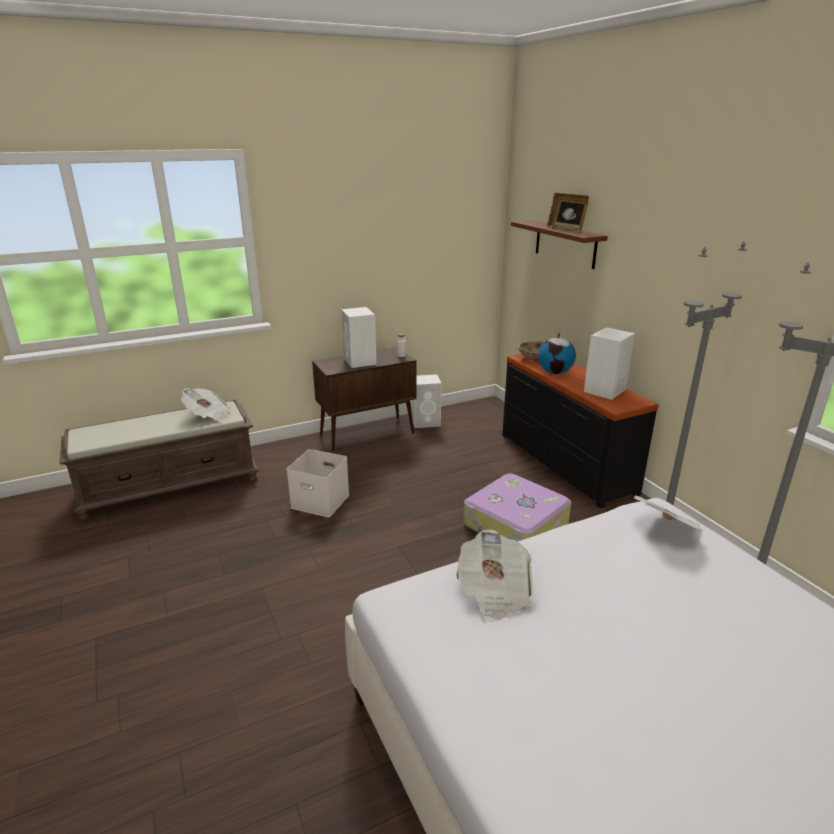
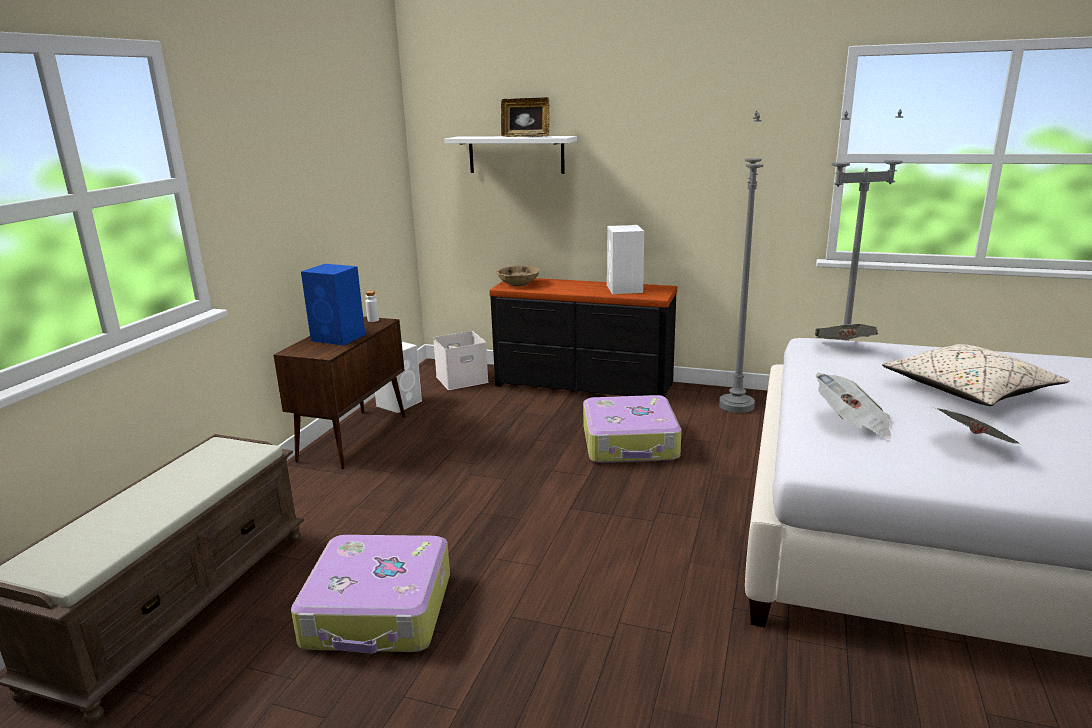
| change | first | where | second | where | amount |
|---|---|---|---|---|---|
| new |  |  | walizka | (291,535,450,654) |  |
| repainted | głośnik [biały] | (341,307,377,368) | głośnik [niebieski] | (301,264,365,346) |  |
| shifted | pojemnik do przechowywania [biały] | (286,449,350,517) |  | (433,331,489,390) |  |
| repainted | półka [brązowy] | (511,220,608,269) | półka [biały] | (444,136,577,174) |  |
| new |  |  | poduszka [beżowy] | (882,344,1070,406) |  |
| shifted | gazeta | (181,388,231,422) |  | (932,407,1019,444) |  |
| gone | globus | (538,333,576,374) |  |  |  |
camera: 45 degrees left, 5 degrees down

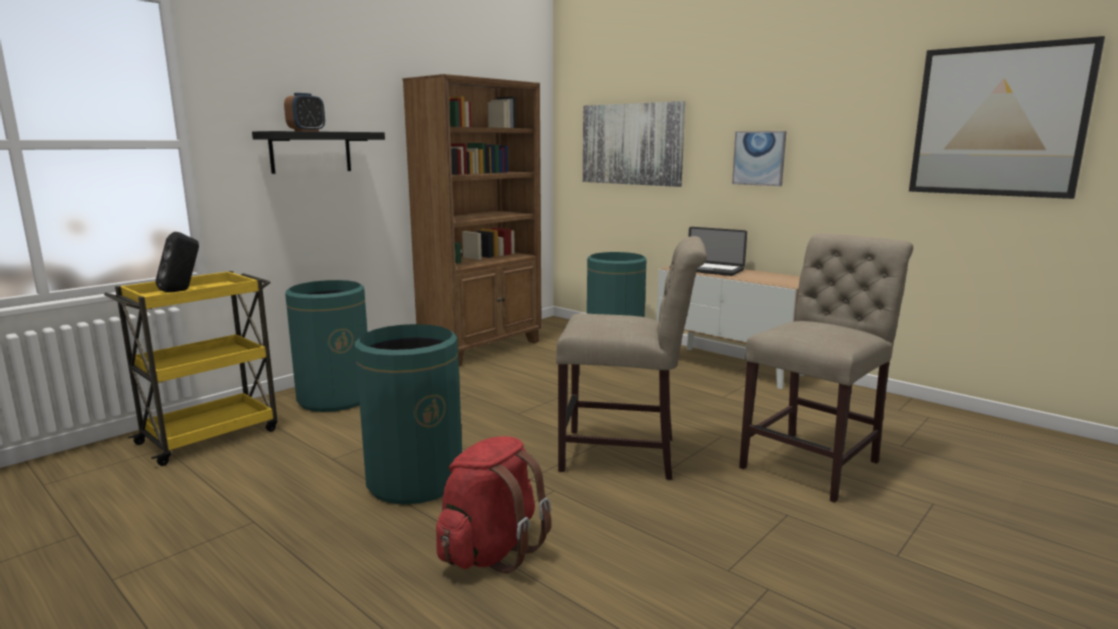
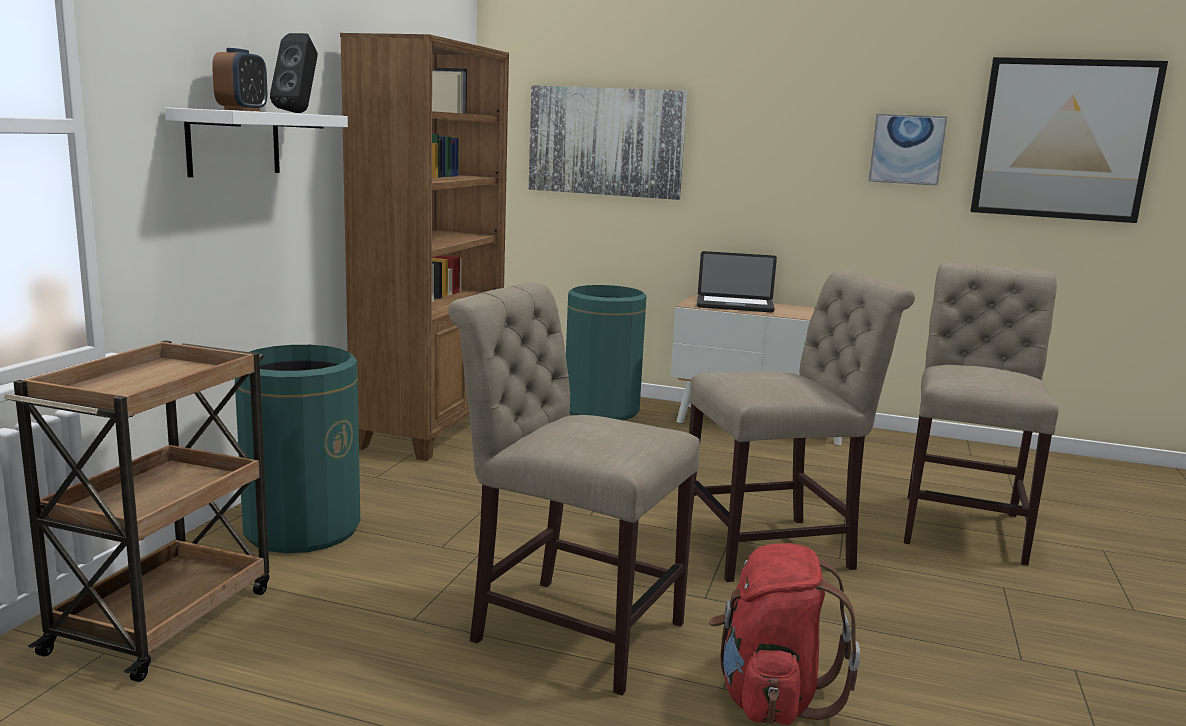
| change | first | where | second | where | amount |
|---|---|---|---|---|---|
| repainted | wózek [żółty] | (104,271,278,466) | wózek [brązowy] | (3,340,269,682) |  |
| repainted | półka [czarny] | (252,131,385,174) | półka [biały] | (165,107,348,177) |  |
| shifted | głośnik [czarny] | (156,232,199,292) |  | (270,33,318,113) |  |
| swapped | kosz na śmieci [zielony] | (355,324,462,504) | krzesło [beżowy] | (448,282,700,695) |  |
| shifted | obraz | (732,131,787,186) |  | (869,114,947,186) |  |
camera: 25 degrees left, 0 degrees up

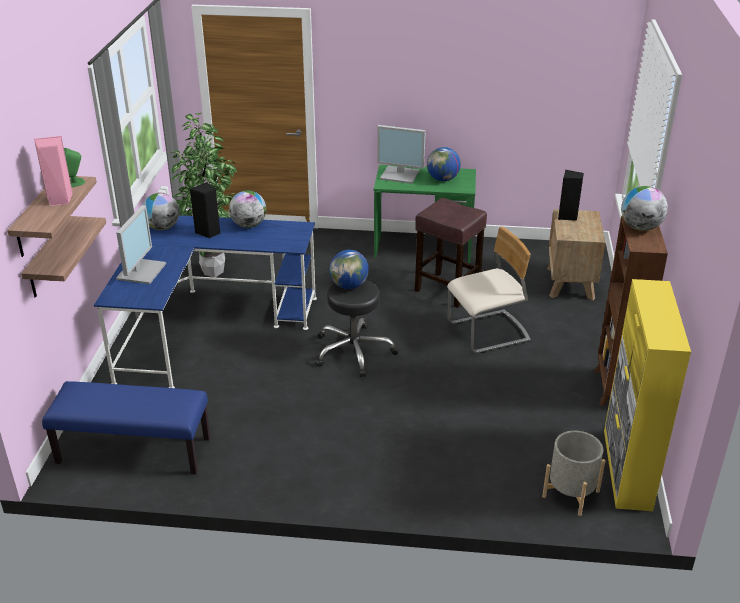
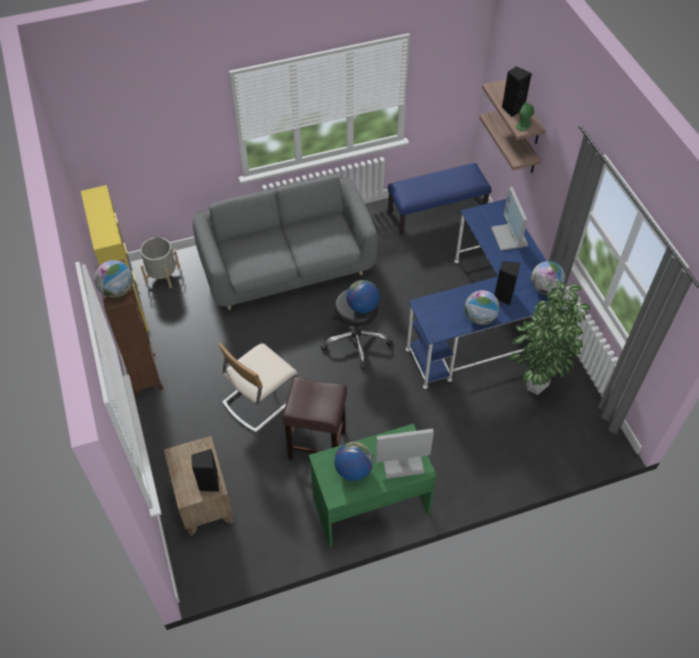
| change | first | where | second | where | amount |
|---|---|---|---|---|---|
| new |  |  | kanapa [szary] | (193,174,378,310) |  |
| repainted | głośnik [różowy] | (34,136,73,206) | głośnik [czarny] | (502,66,532,117) |  |
camera: 155 degrees right, 20 degrees up

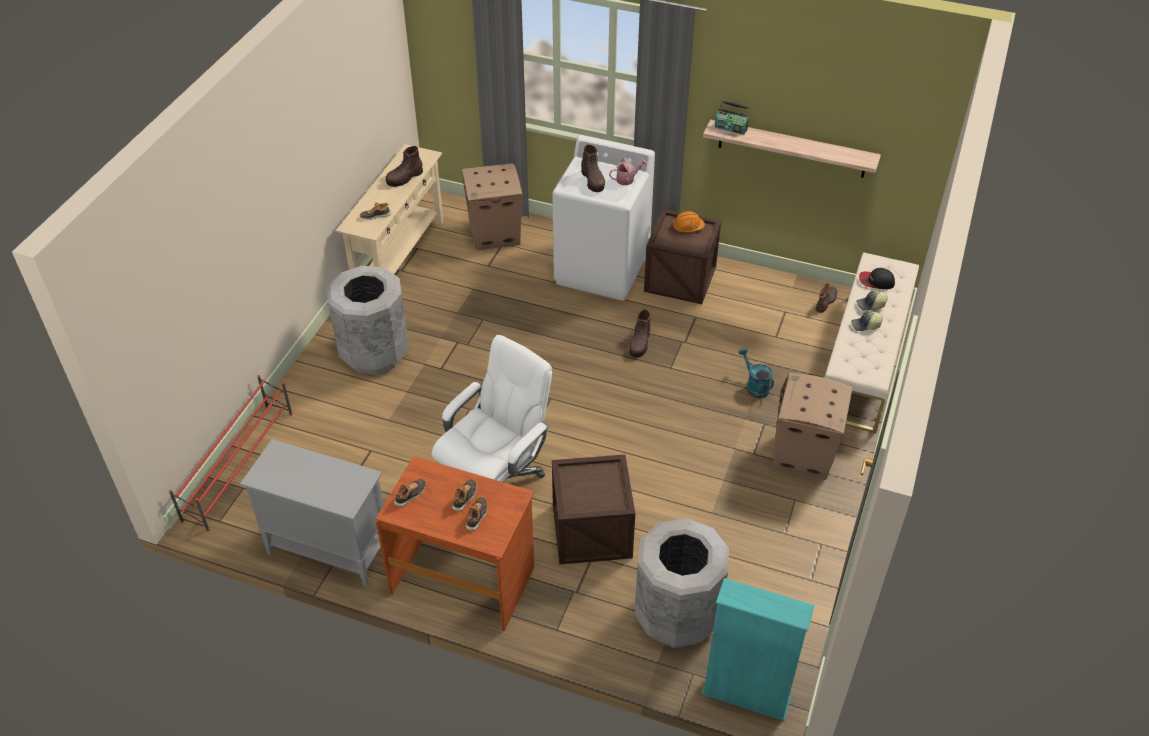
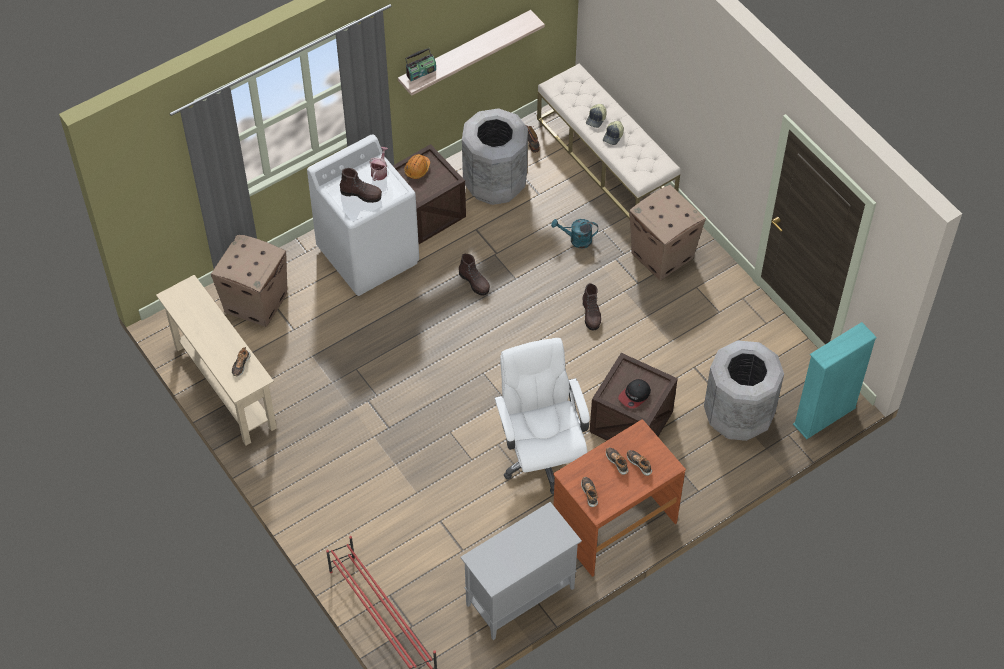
| change | first | where | second | where | amount |
|---|---|---|---|---|---|
| shifted | kosz na śmieci [szary] | (327,266,409,374) |  | (462,108,528,205) |  |
| shifted | but z cholewką [brązowy] | (386,146,423,187) |  | (582,283,601,330) |  |
| shifted | czapka z daszkiem | (859,268,895,289) |  | (618,379,651,408) |  |
camera: 55 degrees left, 10 degrees up

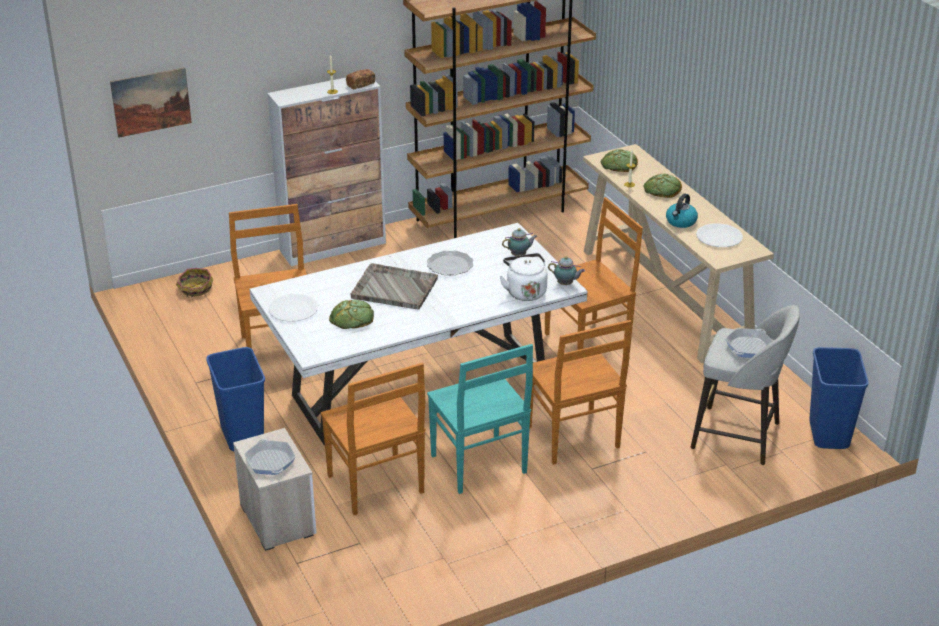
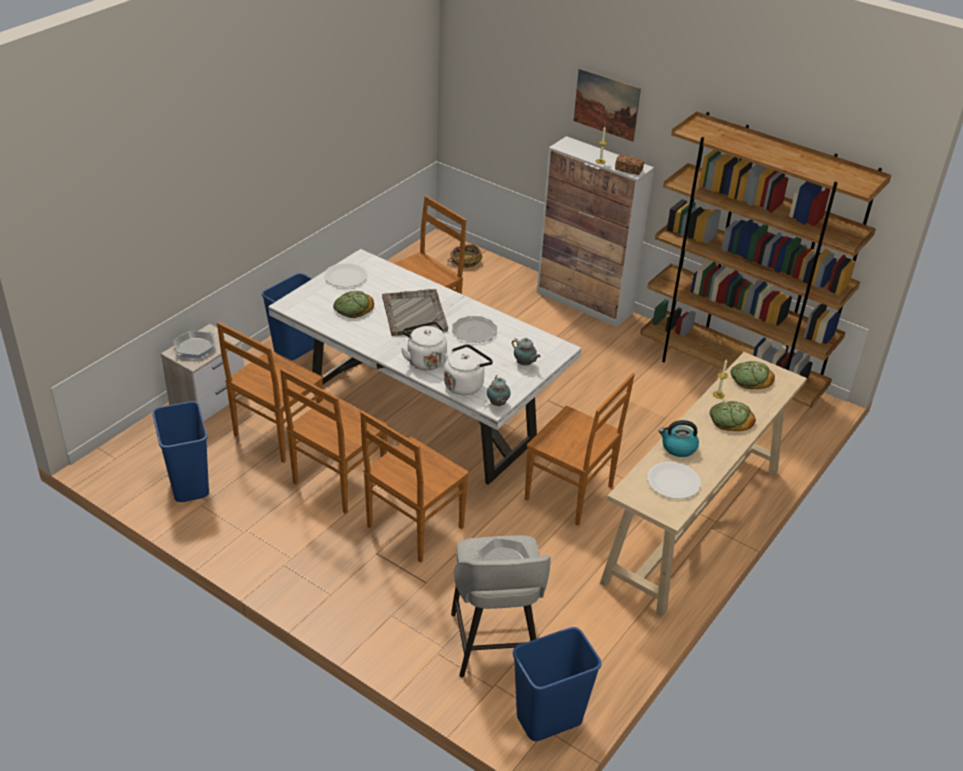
| change | first | where | second | where | amount |
|---|---|---|---|---|---|
| new |  |  | kosz na śmieci [niebieski] | (152,401,209,502) |  |
| repainted | krzesło [turkusowy] | (427,344,533,494) | krzesło [brązowy] | (280,368,388,514) |  |
| new |  |  | czajnik [biały] | (401,321,447,370) |  |
| shifted | obraz | (110,67,192,138) |  | (574,68,641,142) |  |
camera: 60 degrees right, 5 degrees up

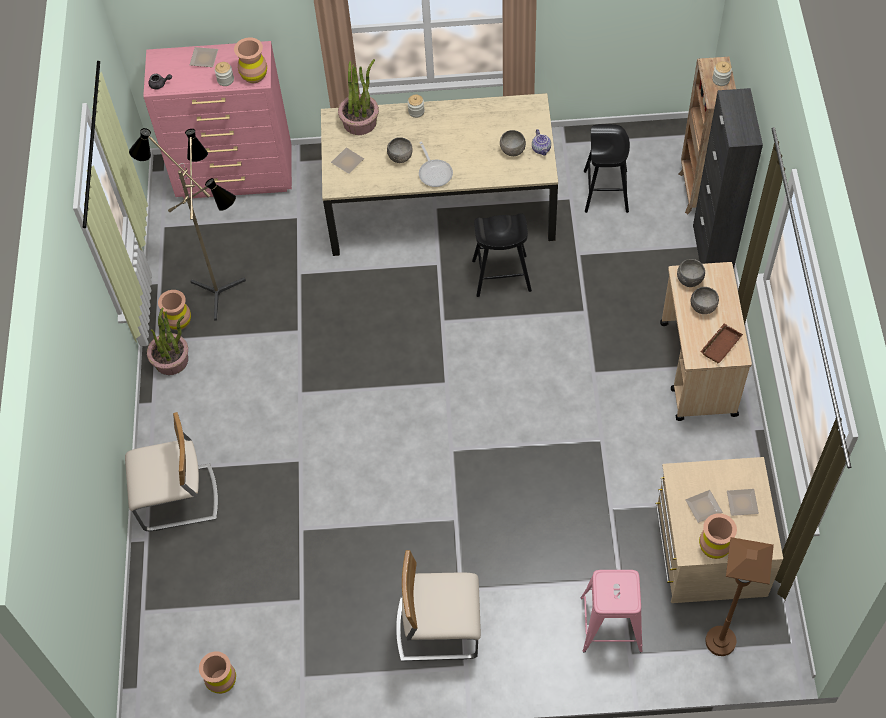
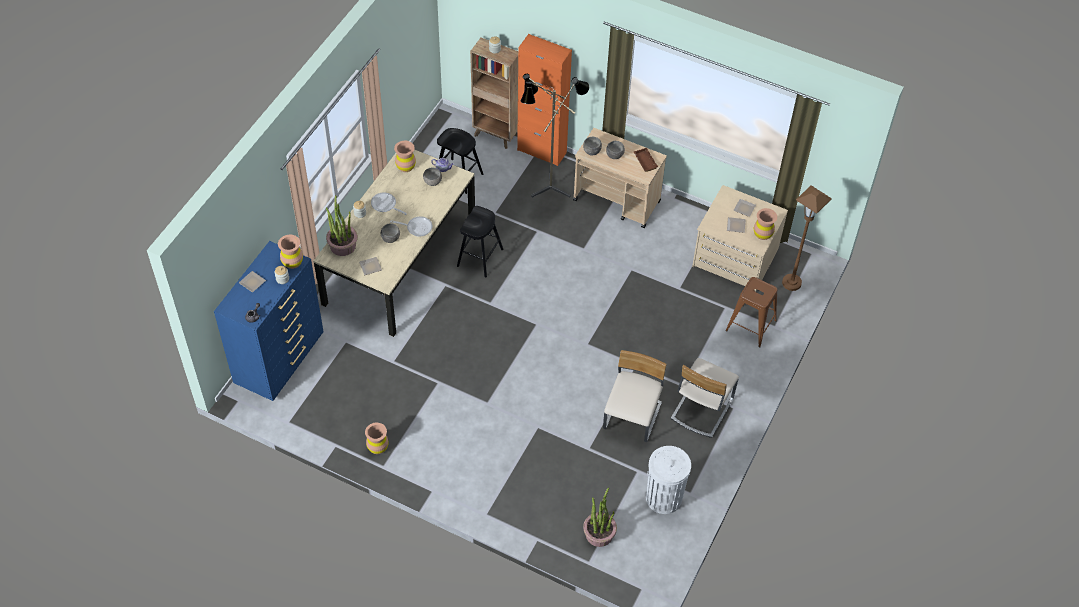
| change | first | where | second | where | amount |
|---|---|---|---|---|---|
| repainted | komoda [różowy] | (143,41,292,198) | komoda [niebieski] | (214,241,324,401) |  |
| new |  |  | patelnia | (371,192,407,215) |  |
| shifted | wazon [brązowy] | (199,651,236,694) |  | (394,141,416,172) |  |
| repainted | szafka [czarny] | (693,88,763,269) | szafka [pomarańczowy] | (517,34,572,166) |  |
| shifted | lampa stojąca | (129,128,246,321) |  | (521,74,590,198) |  |
| shifted | roślina doniczkowa | (147,307,188,375) |  | (583,487,617,547) |  |
| shifted | krzesło [beżowy] | (125,412,218,531) |  | (603,350,667,442) |  |
| new |  |  | kosz na śmieci [biały] | (646,446,691,514) |  |
| repainted | stołek [różowy] | (581,570,643,653) | stołek [brązowy] | (725,277,778,347) |  |
camera: 65 degrees left, 5 degrees down

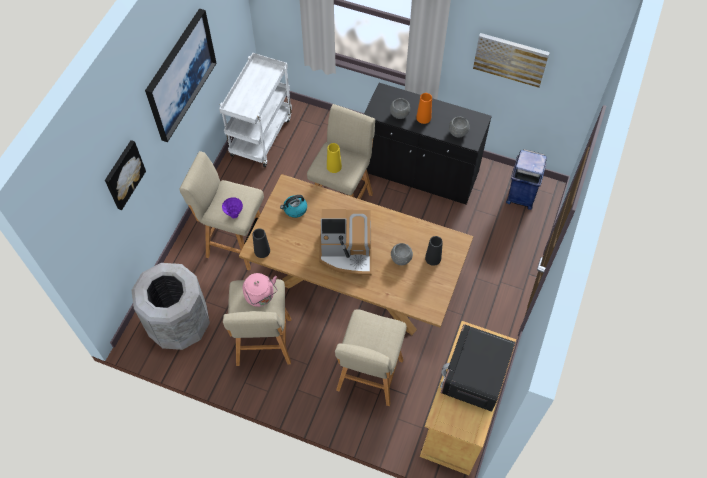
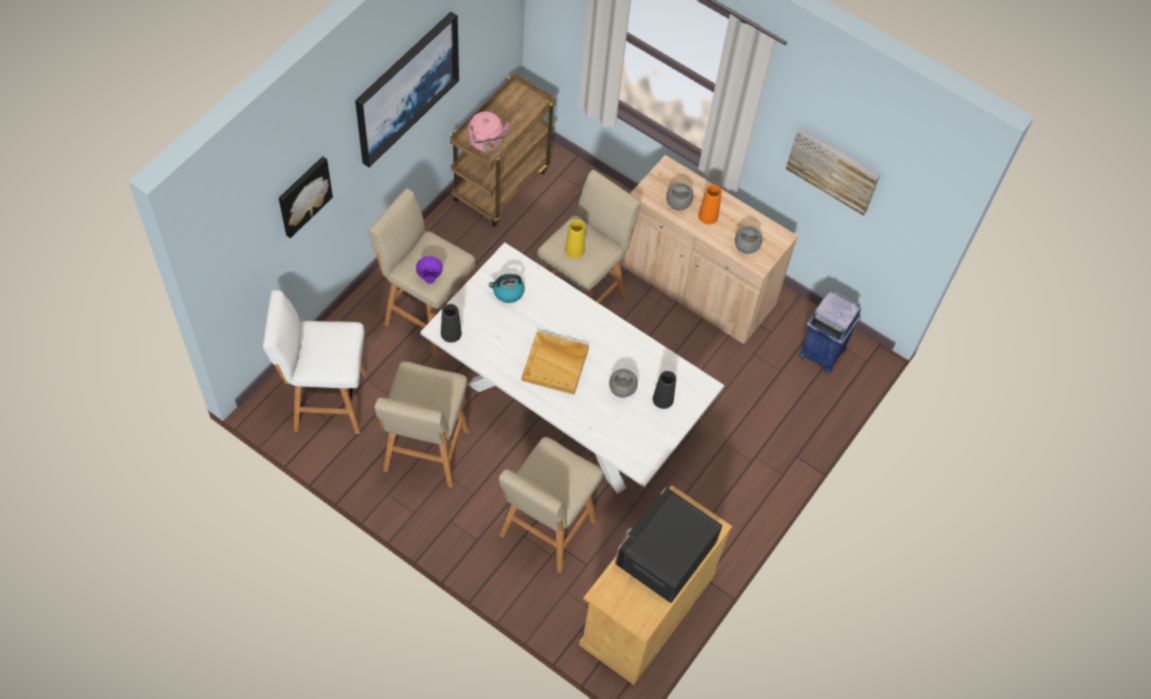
| change | first | where | second | where | amount |
|---|---|---|---|---|---|
| swapped | kosz na śmieci [szary] | (132,263,210,350) | stołek [biały] | (263,290,366,434) |  |
| repainted | stół jadalny [brązowy] | (239,174,473,335) | stół jadalny [biały] | (420,242,724,494) |  |
| repainted | wózek [biały] | (219,53,292,167) | wózek [brązowy] | (450,74,556,227) |  |
| shifted | czajnik [różowy] | (243,273,277,307) |  | (468,112,510,152) |  |
| swapped | ekspres do kawy | (319,209,372,275) | taca [beżowy] | (522,332,589,395) |  |
| repainted | szafka [czarny] | (364,83,492,204) | szafka [beżowy] | (620,155,798,344) |  |
camera: 10 degrees right, 0 degrees up

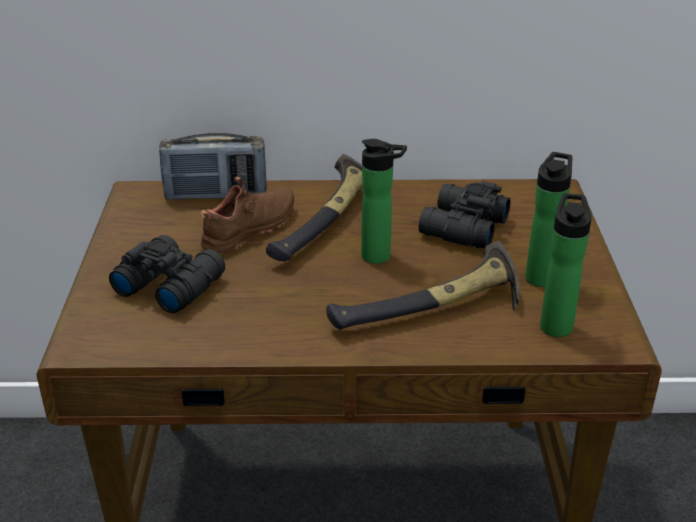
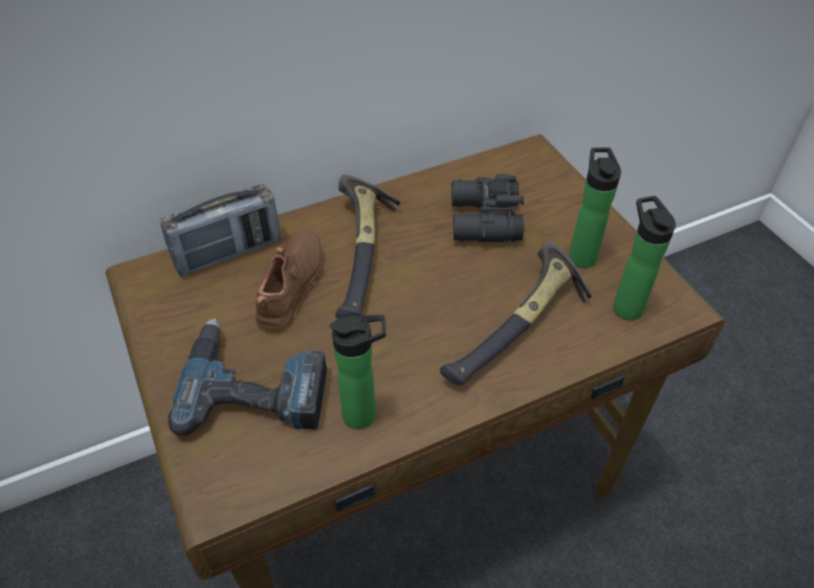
| change | first | where | second | where | amount |
|---|---|---|---|---|---|
| swapped | lornetka [czarny] | (109,235,225,313) | wiertarka | (168,318,327,436) |  |
| shifted | butelka | (361,139,407,264) |  | (330,315,386,429) |  |
camera: 25 degrees left, 15 degrees up

